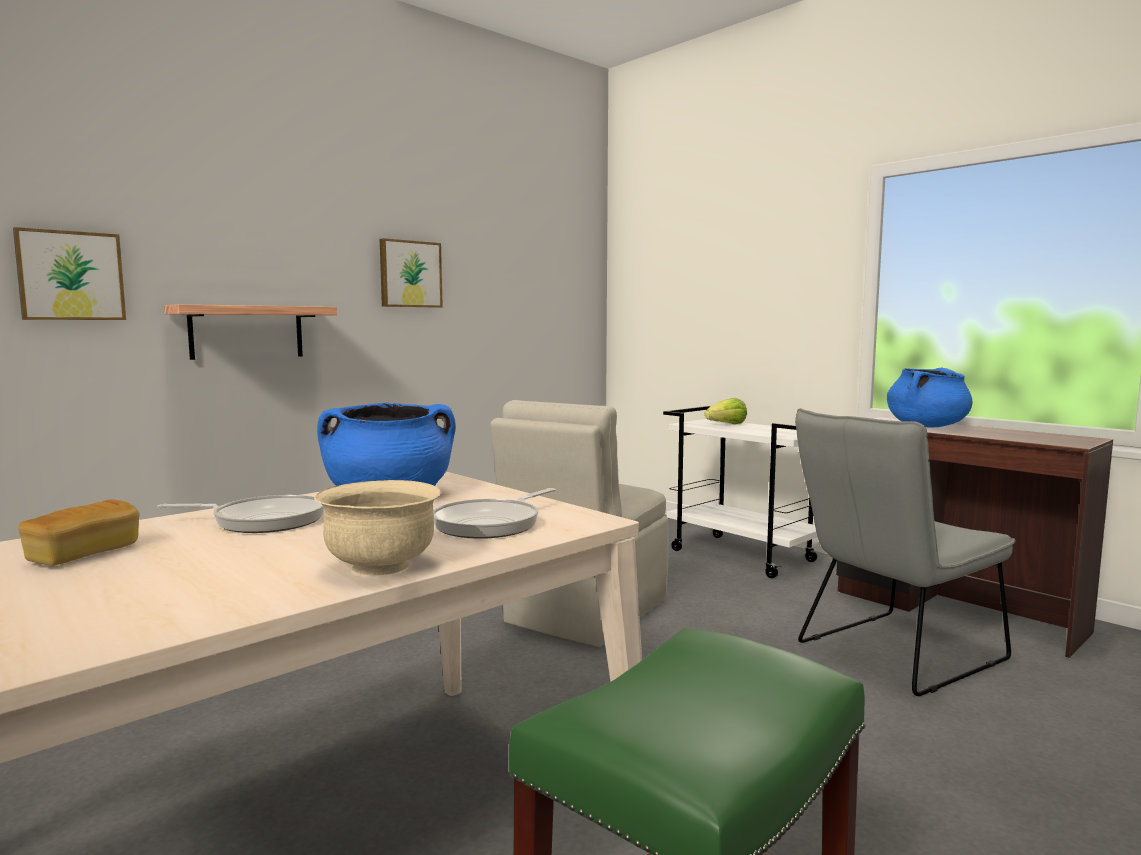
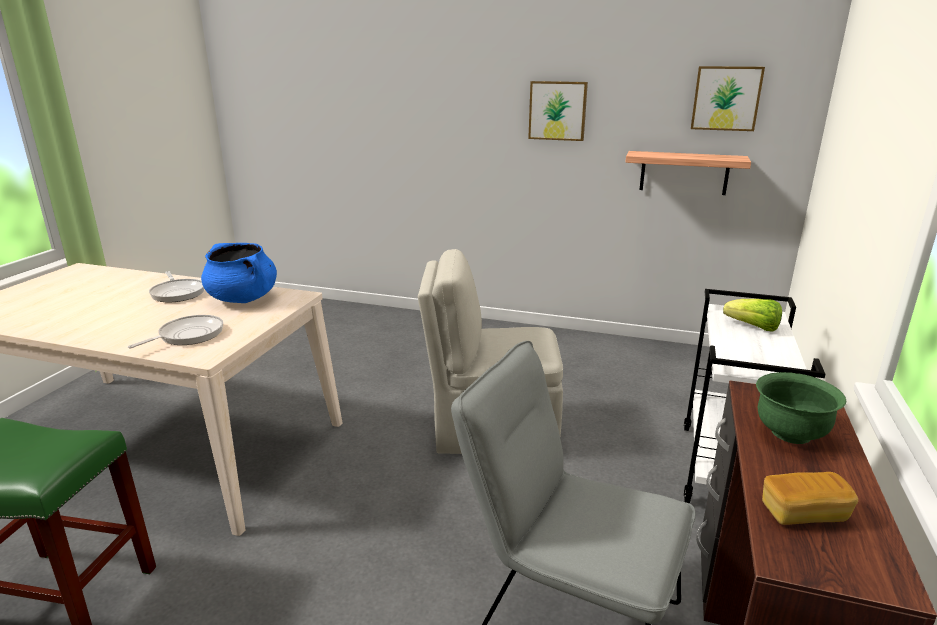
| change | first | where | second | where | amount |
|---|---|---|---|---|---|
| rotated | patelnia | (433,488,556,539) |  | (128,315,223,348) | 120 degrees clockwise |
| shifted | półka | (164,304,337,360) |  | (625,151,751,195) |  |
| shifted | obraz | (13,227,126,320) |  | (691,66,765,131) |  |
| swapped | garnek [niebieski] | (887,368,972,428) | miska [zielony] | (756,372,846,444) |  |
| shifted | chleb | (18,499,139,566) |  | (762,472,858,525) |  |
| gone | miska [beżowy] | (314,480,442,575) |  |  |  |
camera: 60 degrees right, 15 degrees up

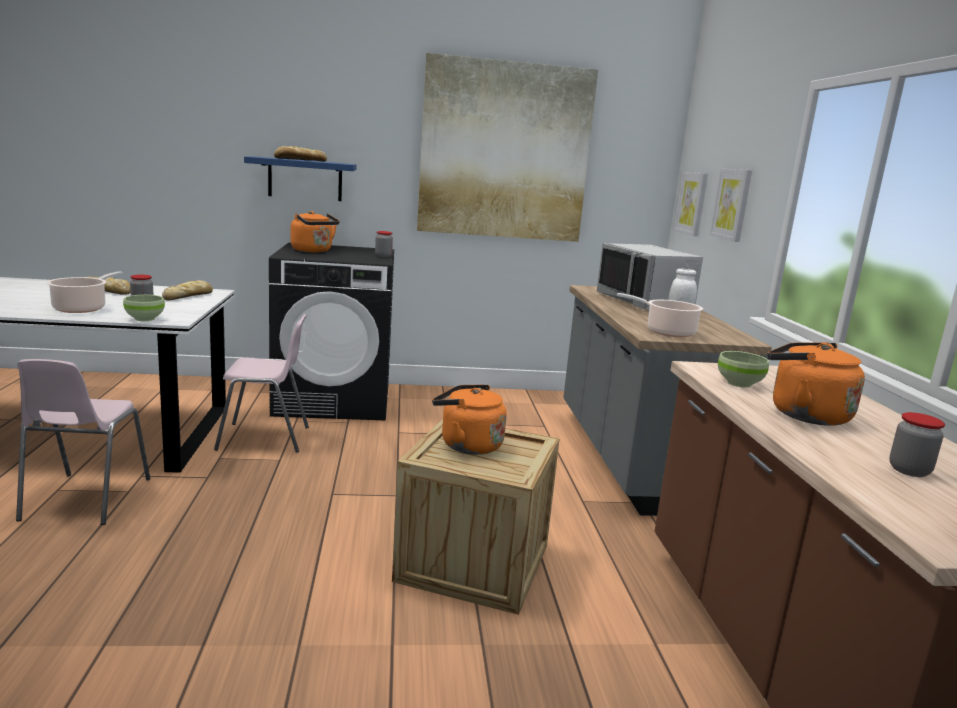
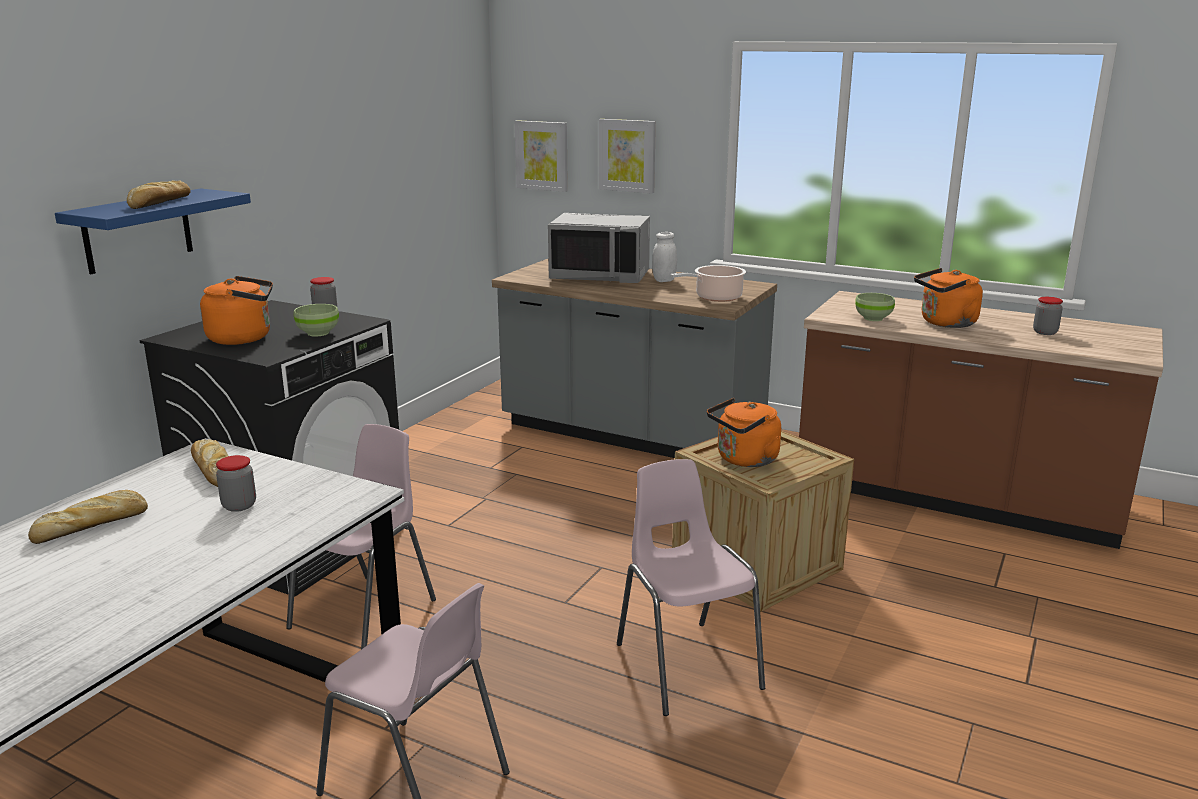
| change | first | where | second | where | amount |
|---|---|---|---|---|---|
| shifted | miska [zielony] | (123,295,165,321) |  | (294,304,339,336) |  |
| new |  |  | krzesło [różowy] | (617,459,765,716) |  |
| gone | garnek | (46,271,123,313) |  |  |  |
| gone | obraz | (417,53,598,242) |  |  |  |
camera: 55 degrees left, 5 degrees up

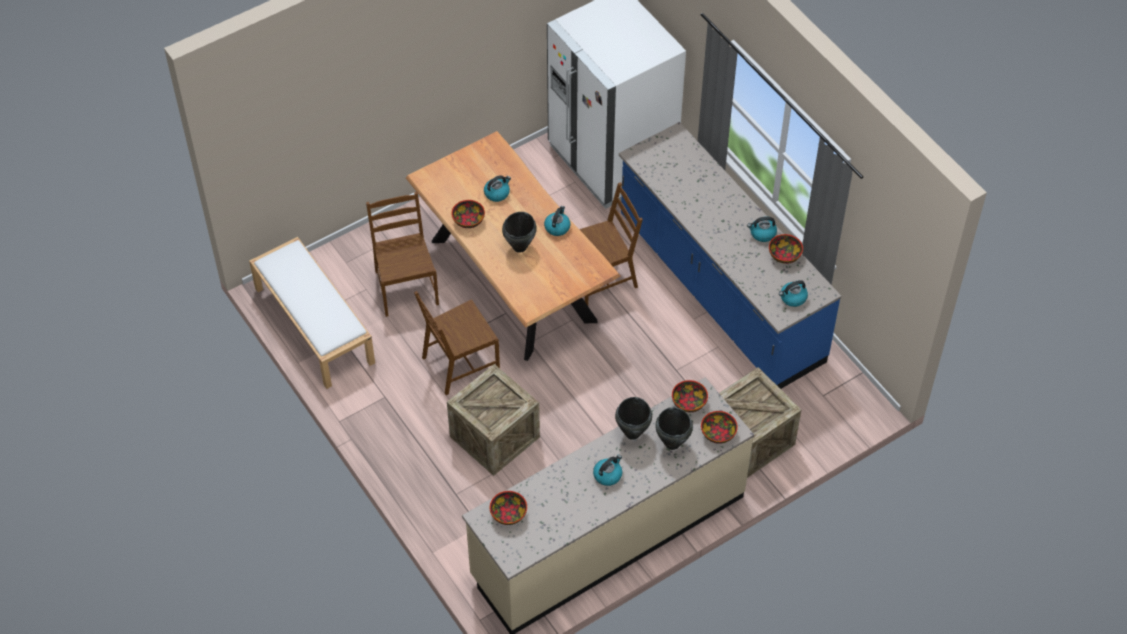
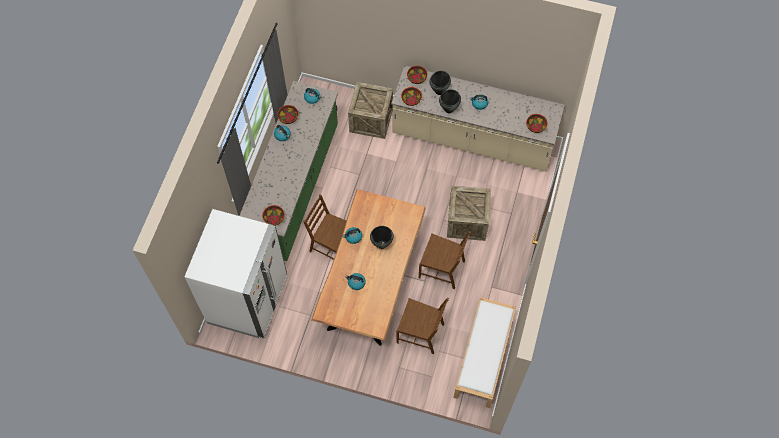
| change | first | where | second | where | amount |
|---|---|---|---|---|---|
| repainted | zabudowa kuchenna [niebieski] | (619,122,841,389) | zabudowa kuchenna [zielony] | (239,81,338,261) |  |
| shifted | miska | (451,200,485,228) |  | (262,205,285,226) |  |
| rotated | krzesło [brązowy] | (366,192,439,317) |  | (396,298,449,354) | 105 degrees counterclockwise |
camera: 130 degrees left, 10 degrees up

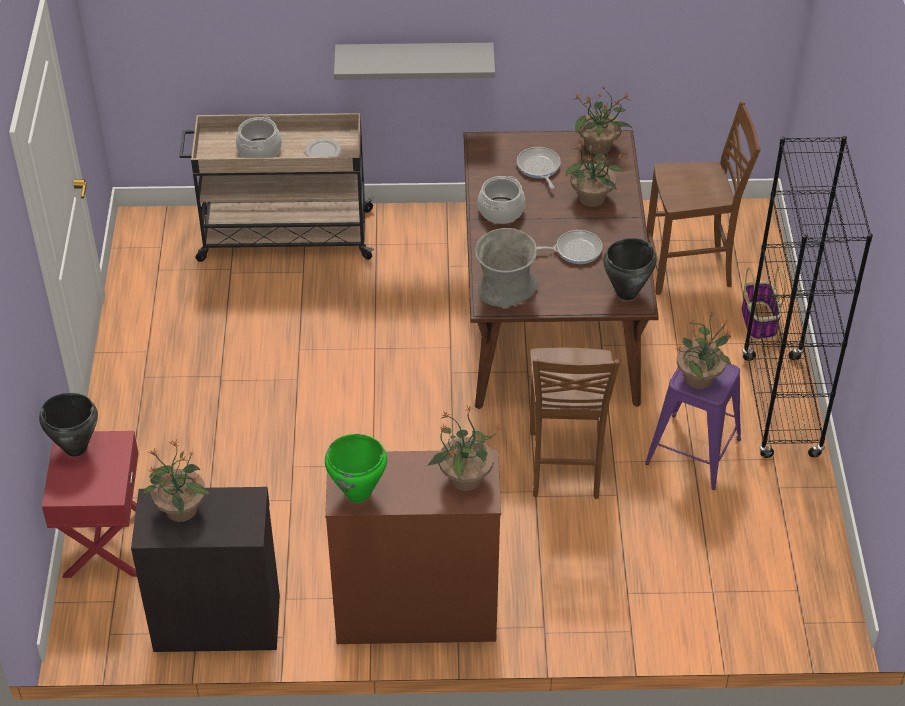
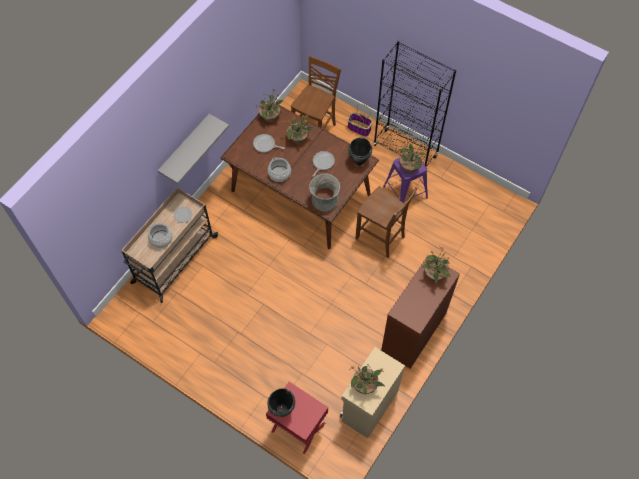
| change | first | where | second | where | amount |
|---|---|---|---|---|---|
| repainted | szafka [czarny] | (131,487,280,652) | szafka [beżowy] | (340,347,405,438) |  |
| gone | garnek [zielony] | (325,434,387,503) |  |  |  |
camera: 55 degrees left, 15 degrees up

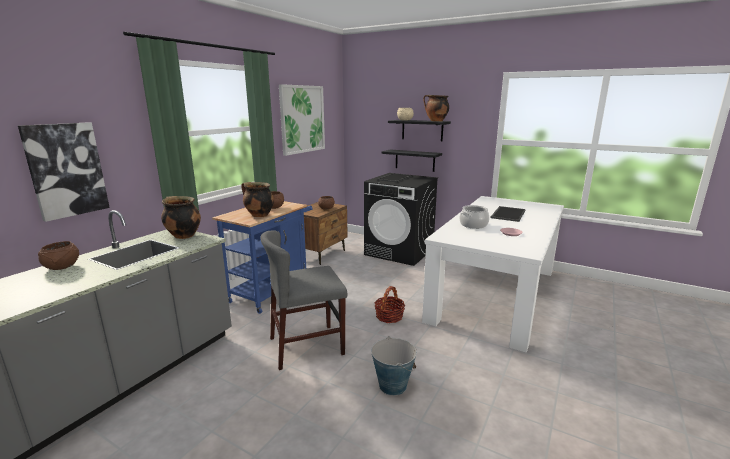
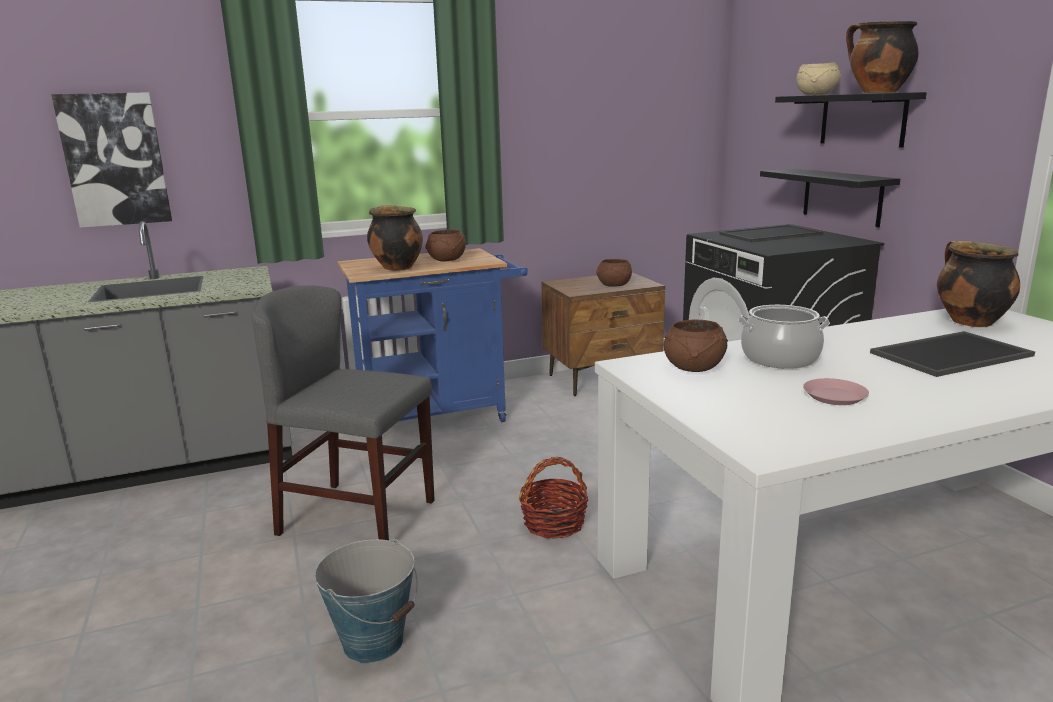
| change | first | where | second | where | amount |
|---|---|---|---|---|---|
| shifted | miska [brązowy] | (38,241,79,270) |  | (664,320,728,372) |  |
| shifted | garnek | (161,196,201,239) |  | (937,240,1020,327) |  |
| gone | obraz | (279,84,325,156) |  |  |  |
camera: 40 degrees right, 0 degrees up

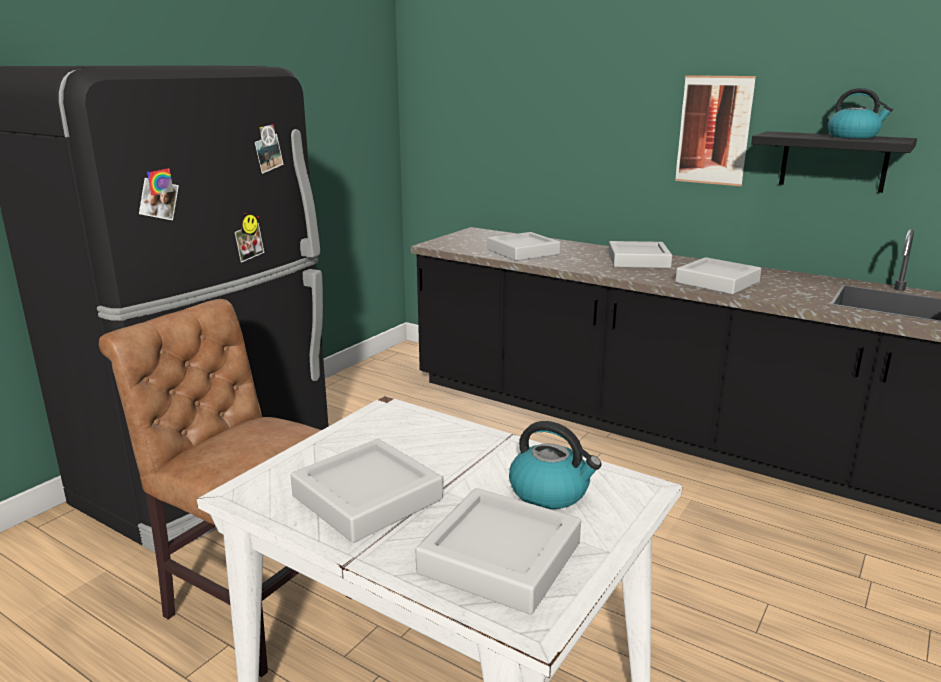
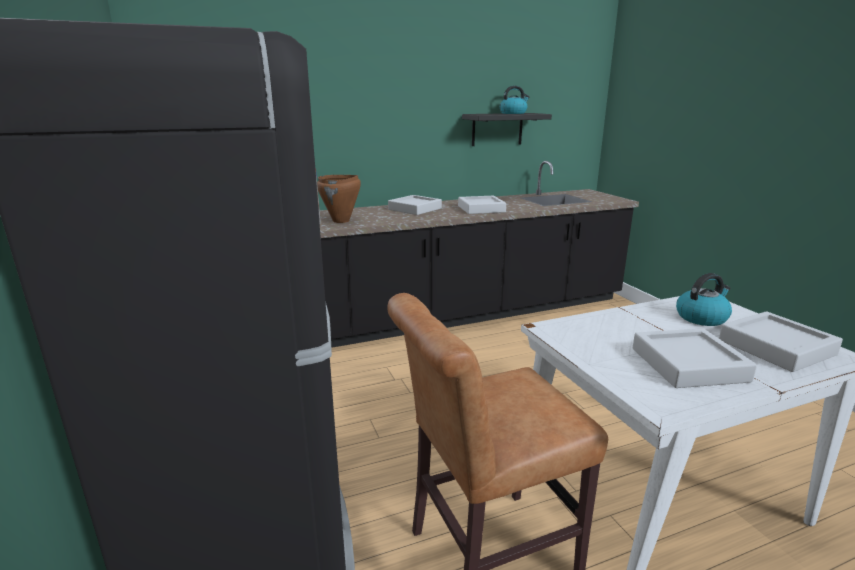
| change | first | where | second | where | amount |
|---|---|---|---|---|---|
| swapped | taca [szary] | (488,232,560,261) | garnek [brązowy] | (317,175,361,223) |  |
| gone | obraz | (675,75,756,186) |  |  |  |
camera: 55 degrees left, 0 degrees up

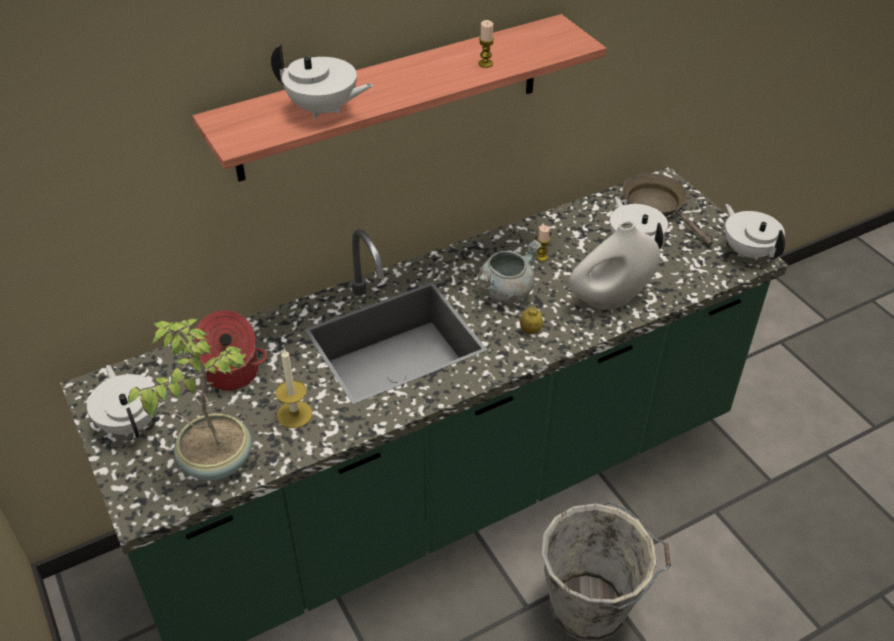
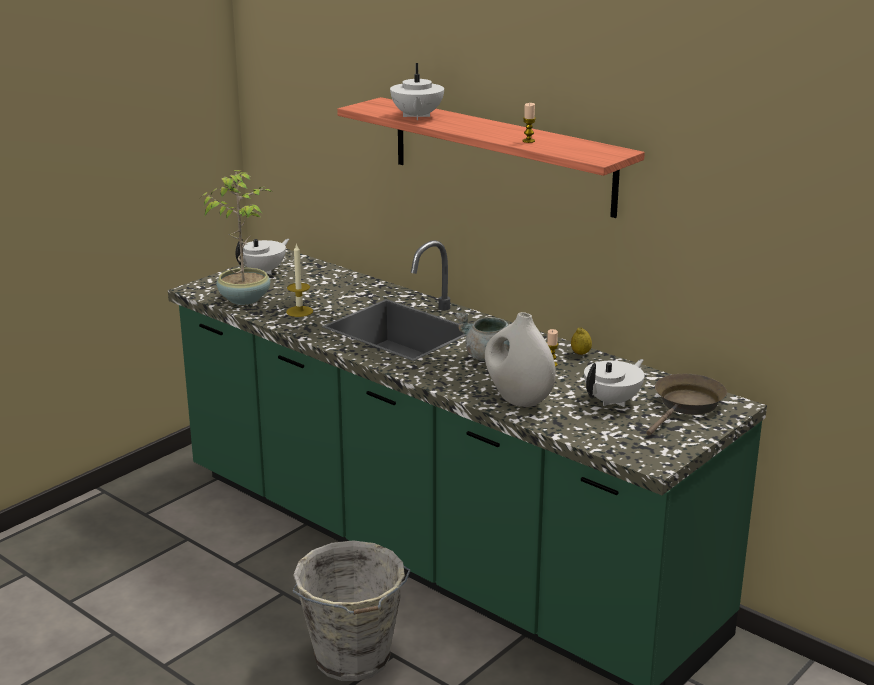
| change | first | where | second | where | amount |
|---|---|---|---|---|---|
| shifted | cytryna | (520,307,543,334) |  | (571,328,592,355) |  |
| gone | garnek | (190,310,267,391) |  |  |  |
| gone | imbryk [biały] | (725,204,785,260) |  |  |  |
camera: 70 degrees right, 20 degrees down

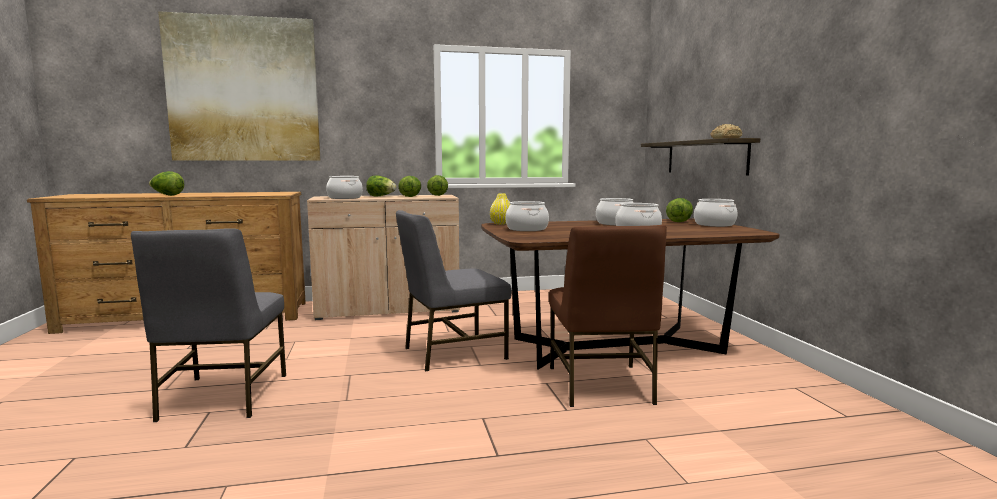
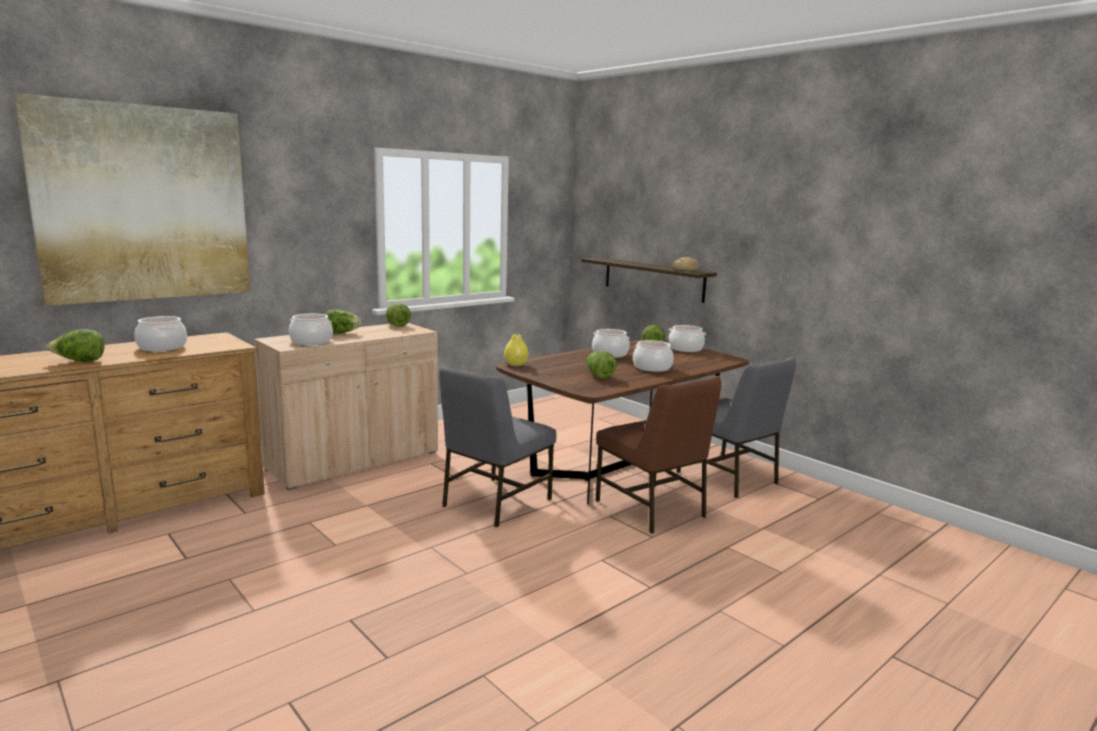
| change | first | where | second | where | amount |
|---|---|---|---|---|---|
| shifted | garnek | (506,201,549,231) |  | (135,316,187,351) |  |
| shifted | sałata | (399,176,421,197) |  | (587,351,617,379) |  |
| shifted | krzesło [szary] | (131,228,286,422) |  | (677,357,796,498) |  |
camera: 30 degrees left, 5 degrees up

